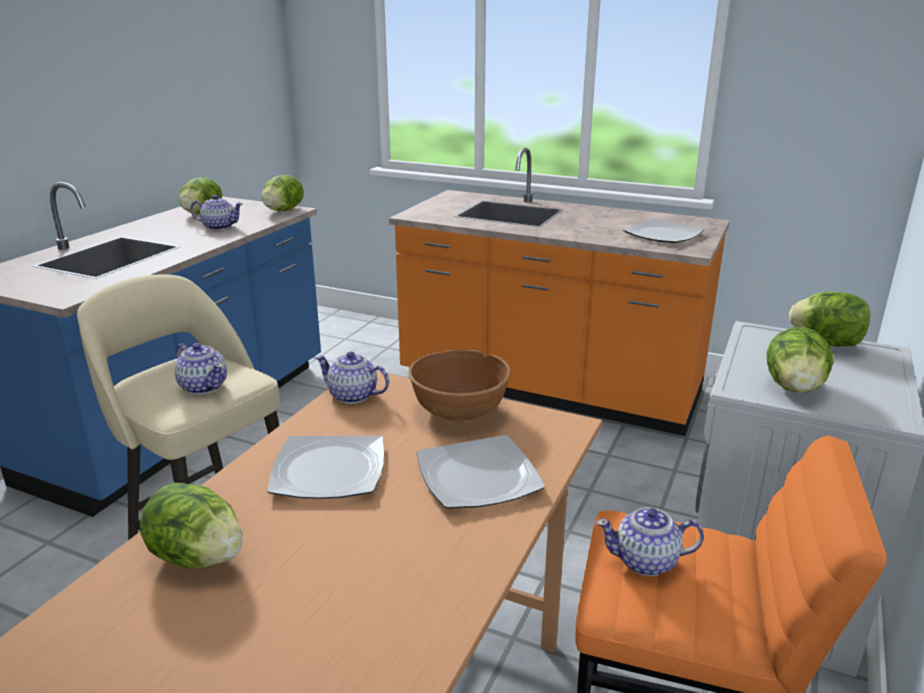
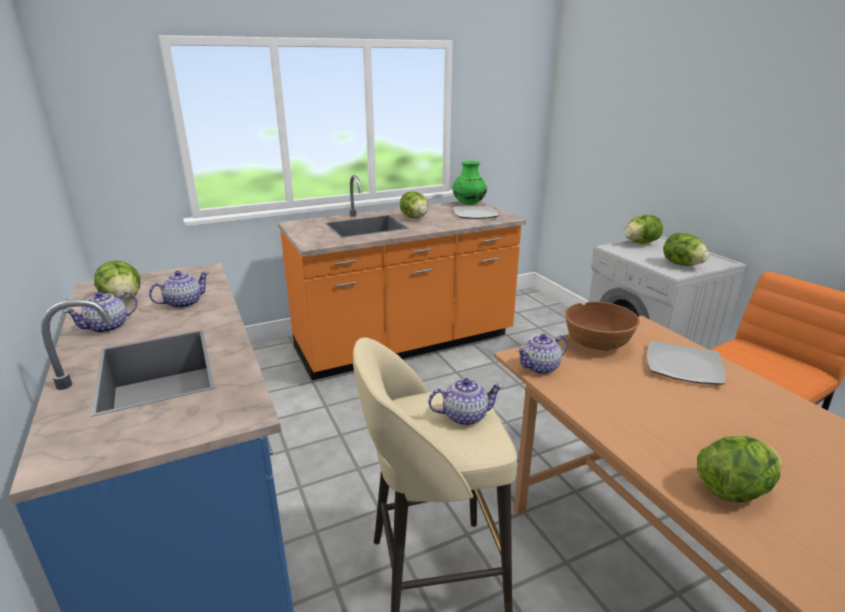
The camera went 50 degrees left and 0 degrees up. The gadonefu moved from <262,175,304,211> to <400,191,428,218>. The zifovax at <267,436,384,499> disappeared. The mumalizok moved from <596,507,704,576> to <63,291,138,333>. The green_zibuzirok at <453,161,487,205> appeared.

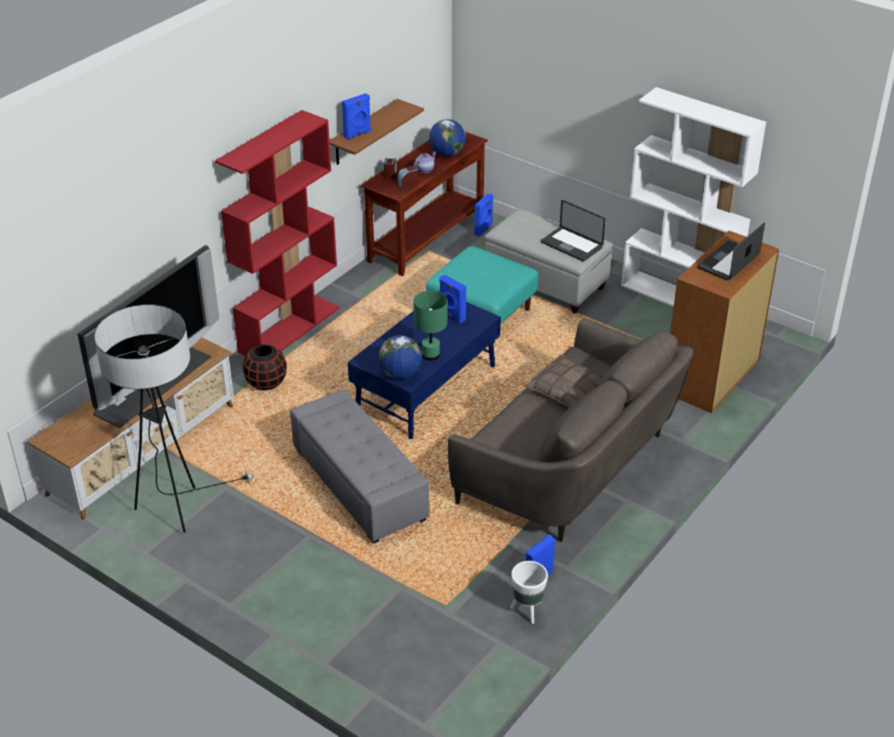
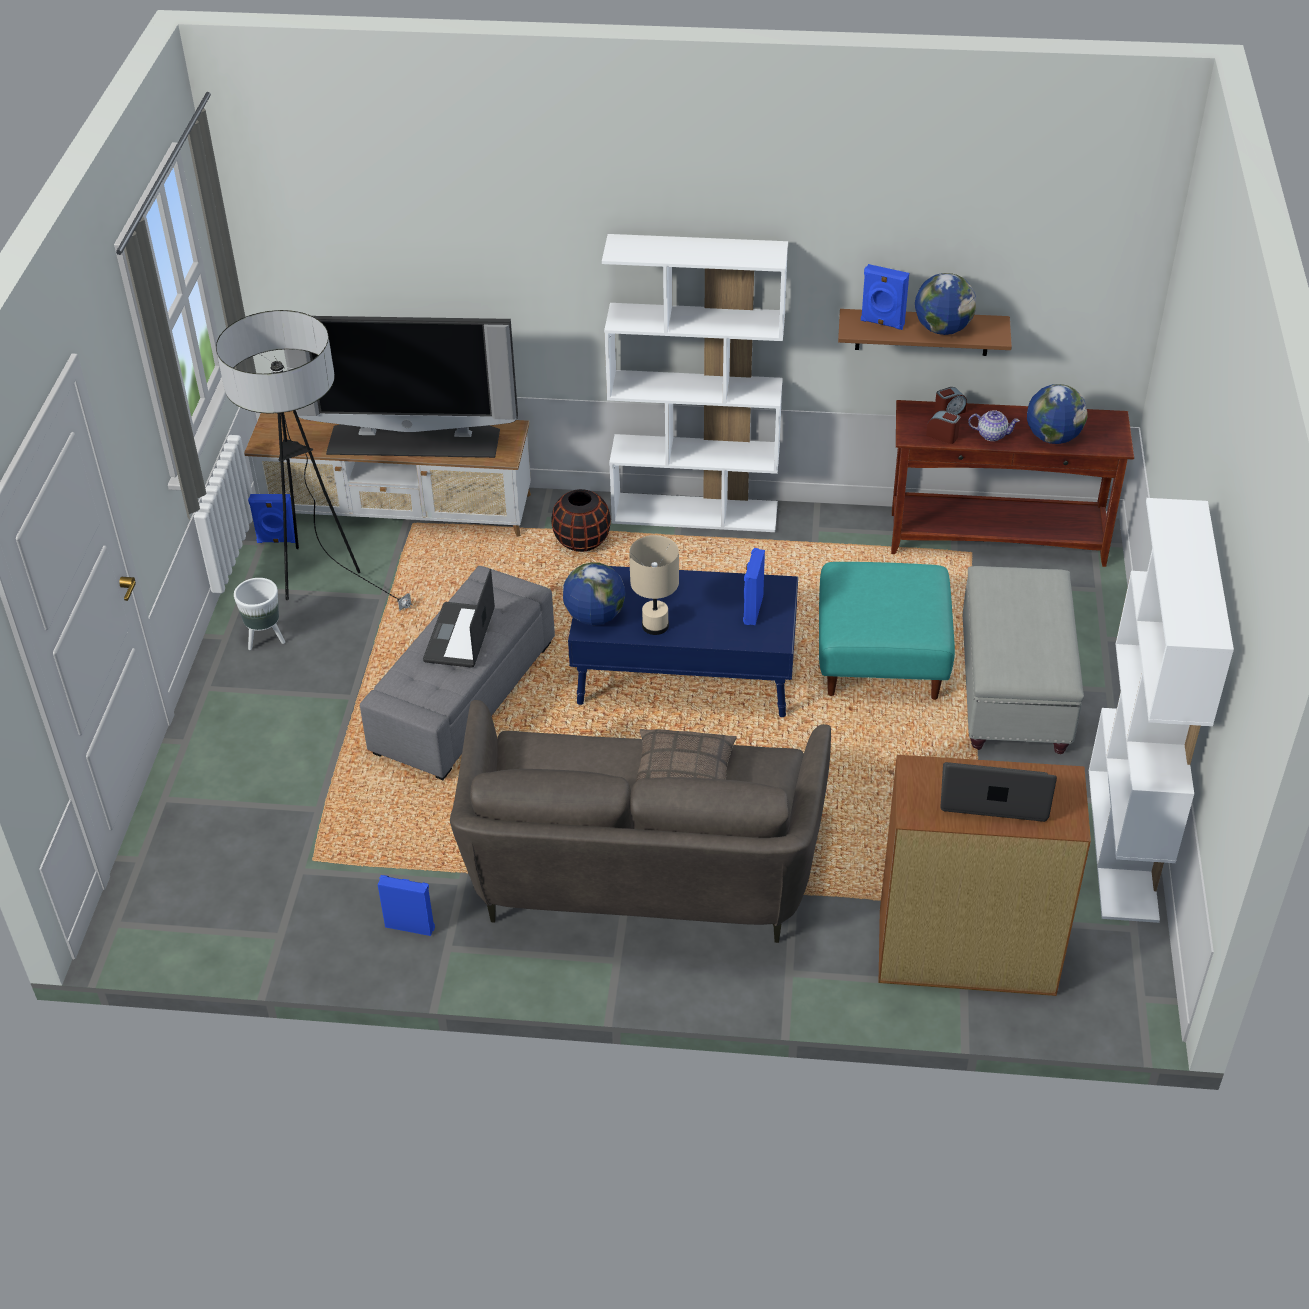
The camera went 60 degrees right and 5 degrees up. The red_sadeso at <215,110,340,356> became the white_sadeso at <602,234,788,532>. The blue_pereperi moved from <474,193,493,237> to <248,494,295,543>. The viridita moved from <541,200,606,261> to <423,569,495,668>. The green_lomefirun at <414,290,447,361> became the beige_lomefirun at <630,535,679,635>. The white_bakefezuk moved from <510,561,548,624> to <234,578,285,650>. The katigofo at <915,273,976,335> appeared.

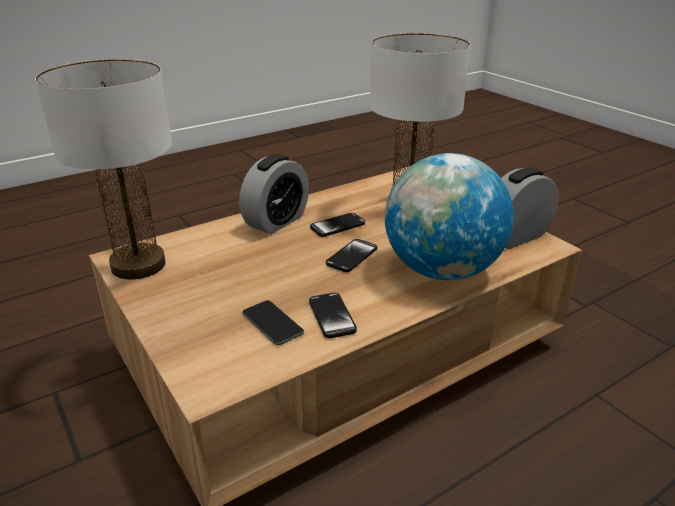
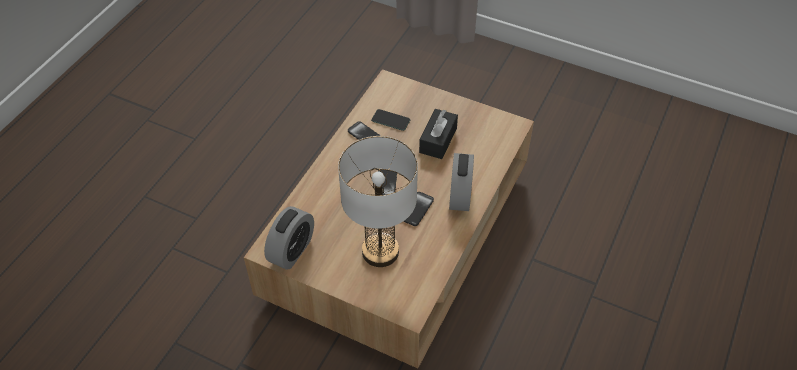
The camera went 150 degrees right and 20 degrees up. The lomefirun at <35,59,172,280> disappeared. The katigofo at <385,153,514,280> disappeared. The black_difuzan at <419,109,458,159> appeared.

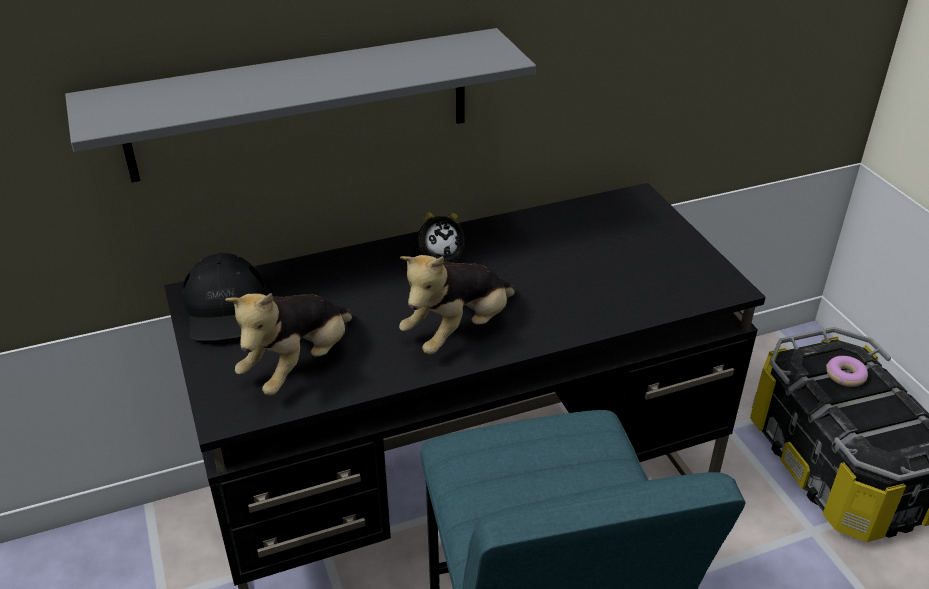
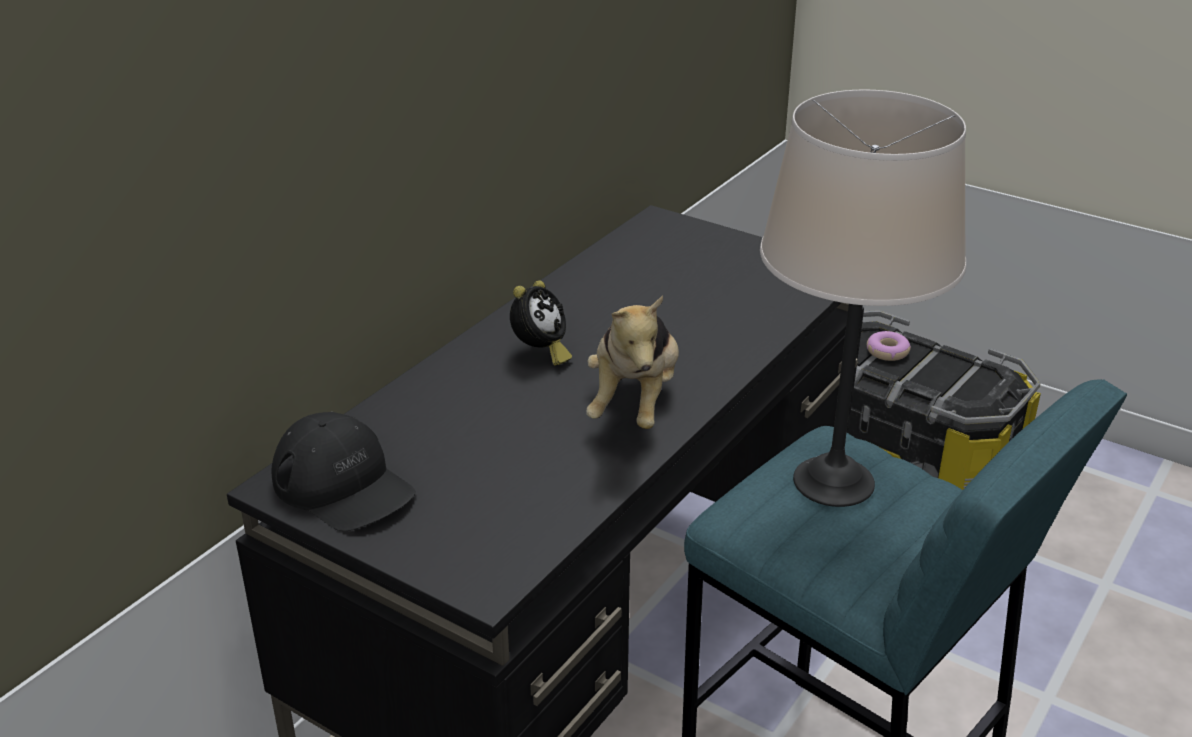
The camera went 35 degrees left and 5 degrees down. The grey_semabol at <65,28,536,182> disappeared. The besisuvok at <225,293,354,395> disappeared. The beige_lomefirun at <760,90,966,507> appeared.

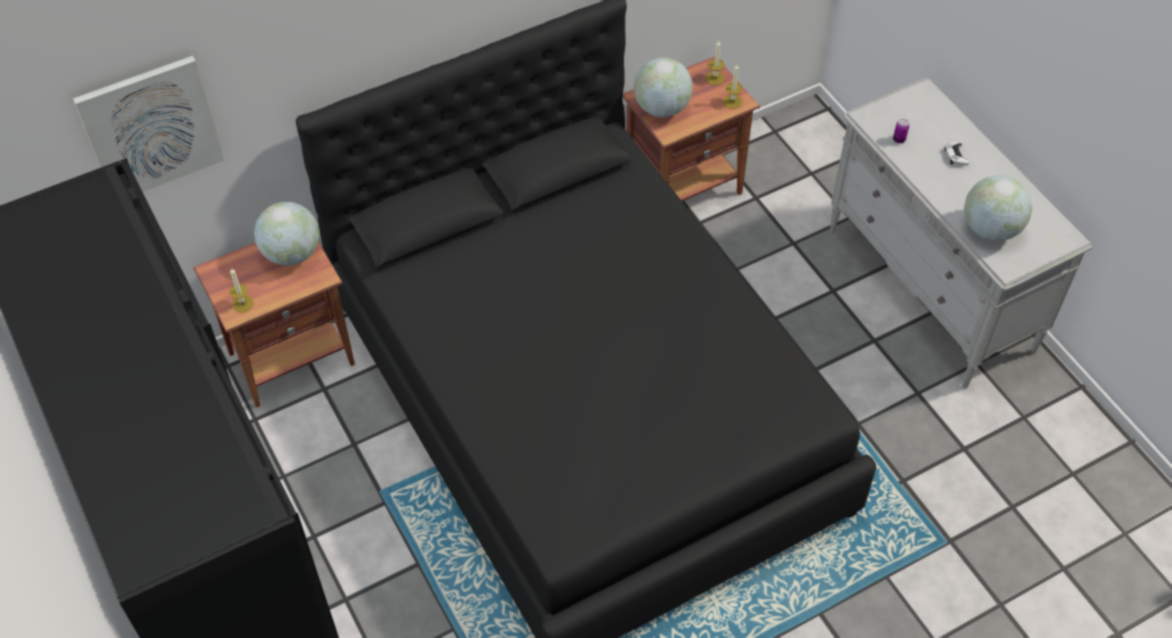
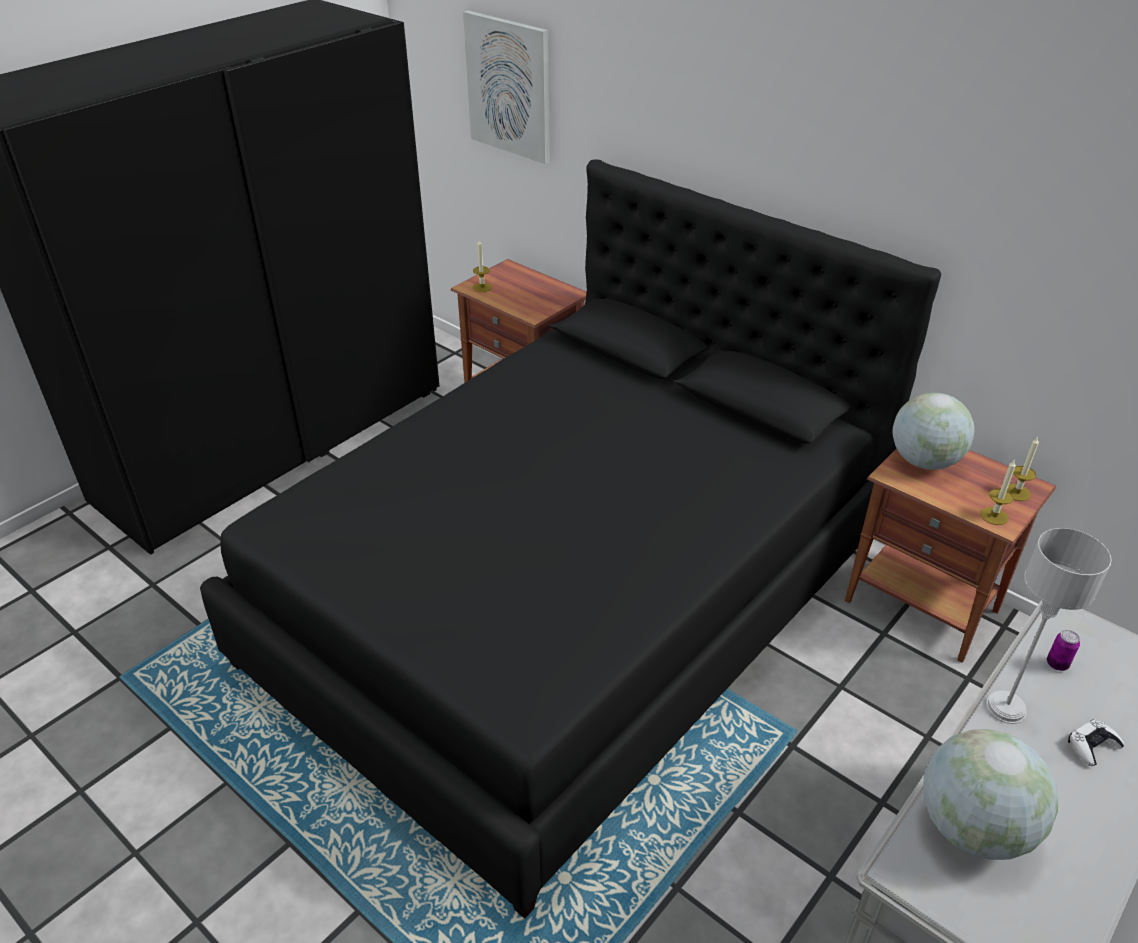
The camera went 70 degrees right and 15 degrees down. The katigofo at <254,202,319,266> disappeared. The grey_lomefirun at <986,528,1112,724> appeared.

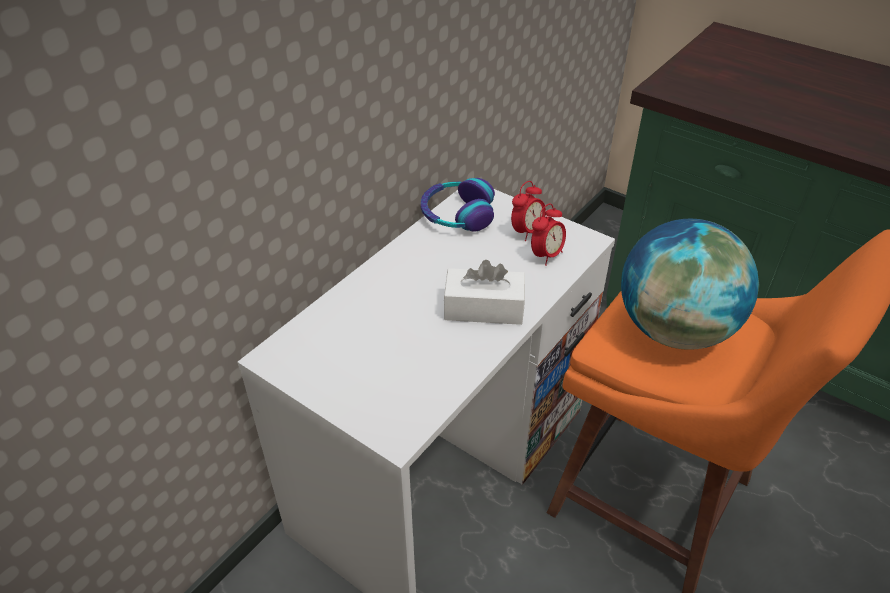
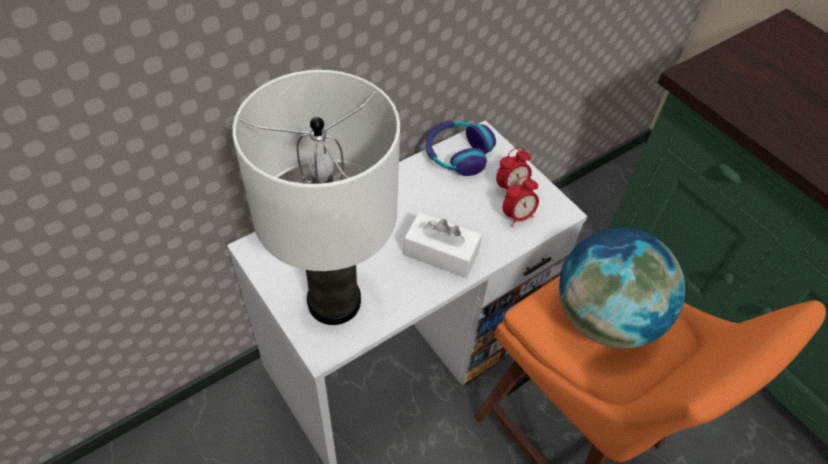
The camera went 15 degrees right and 10 degrees up. The white_lomefirun at <232,70,400,325> appeared.

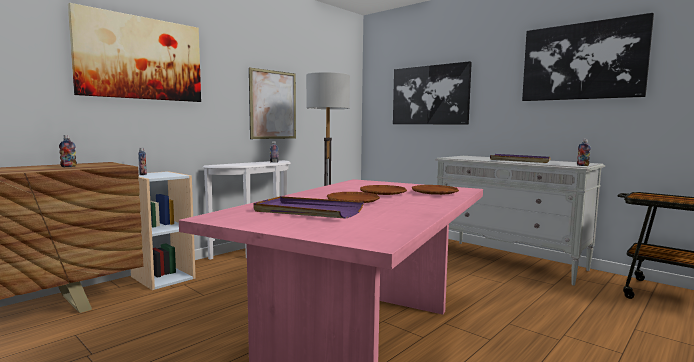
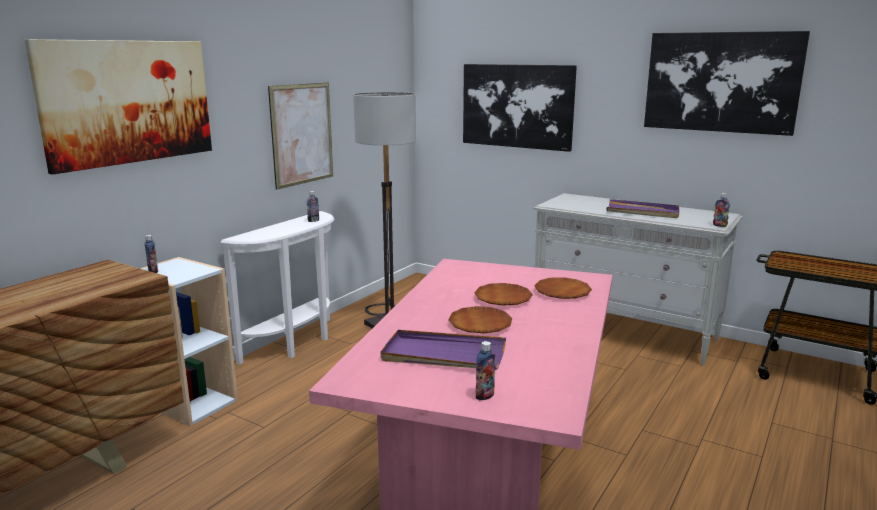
The camera went 10 degrees left and 10 degrees up. The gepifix moved from <59,135,77,167> to <476,341,495,400>.

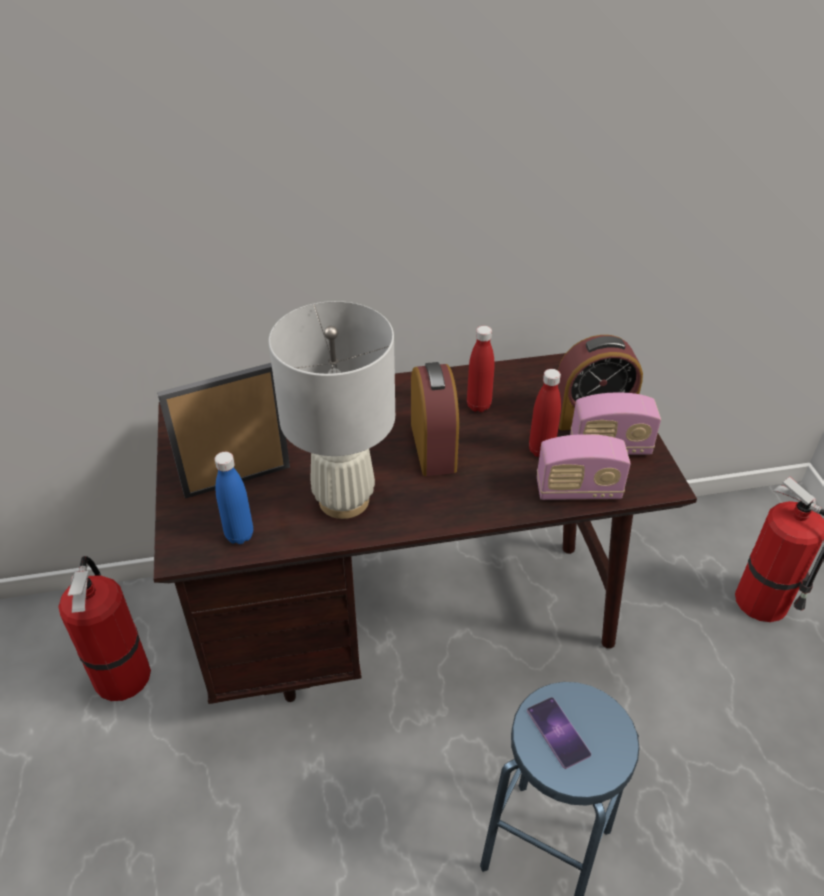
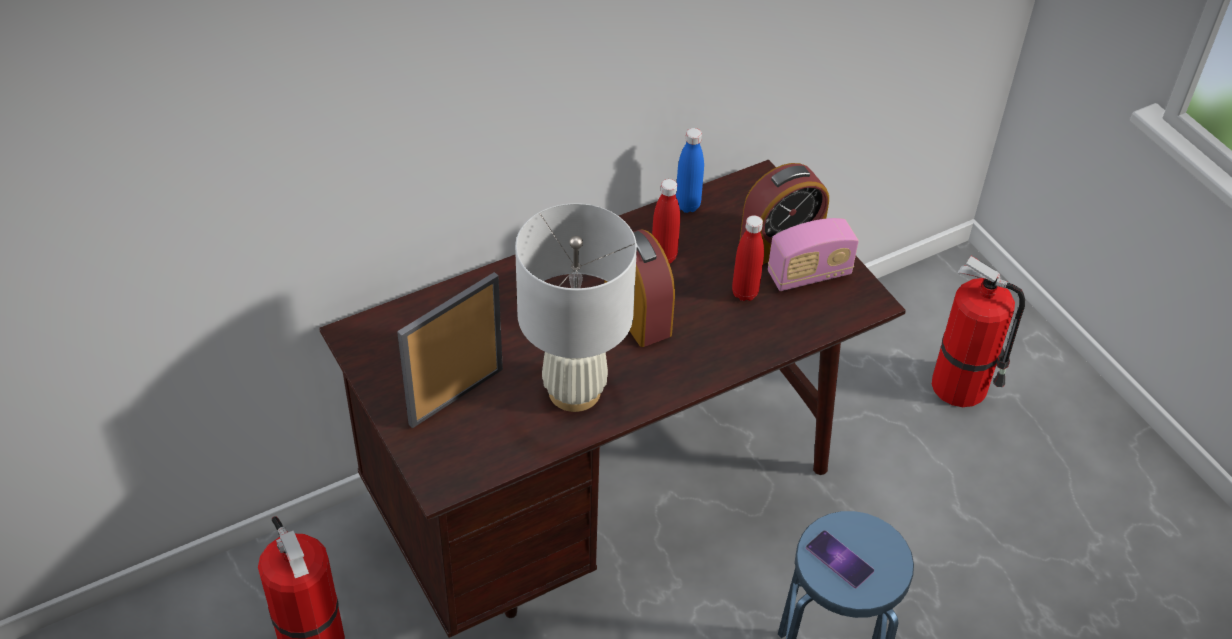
The camera went 20 degrees left and 5 degrees up. The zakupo at <537,434,631,500> disappeared. The blue_gepifix moved from <215,452,253,544> to <676,128,704,213>.

